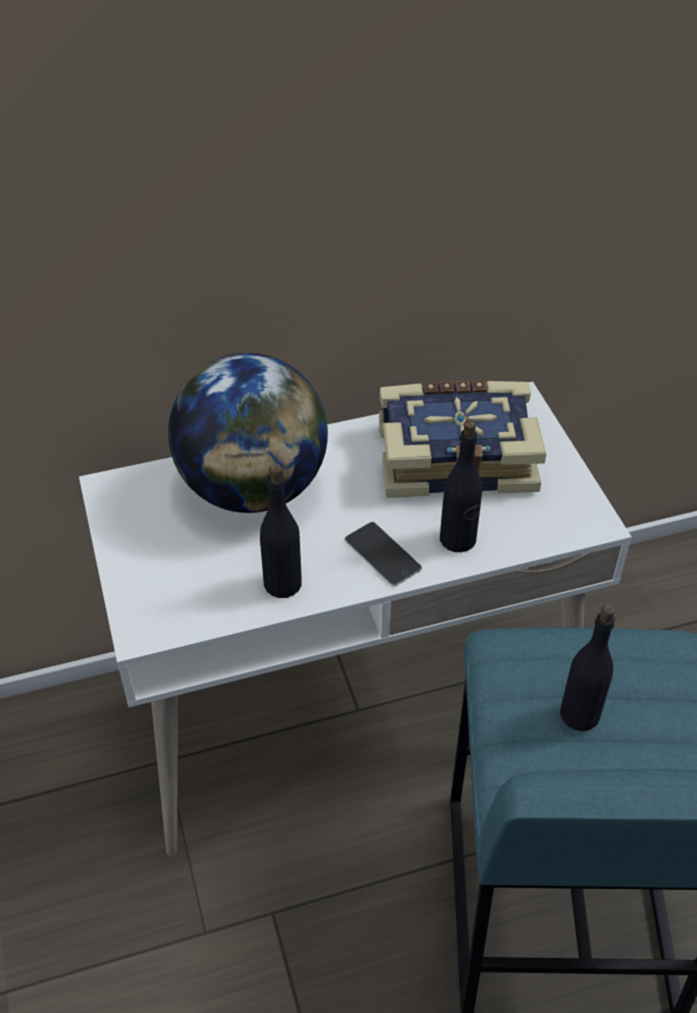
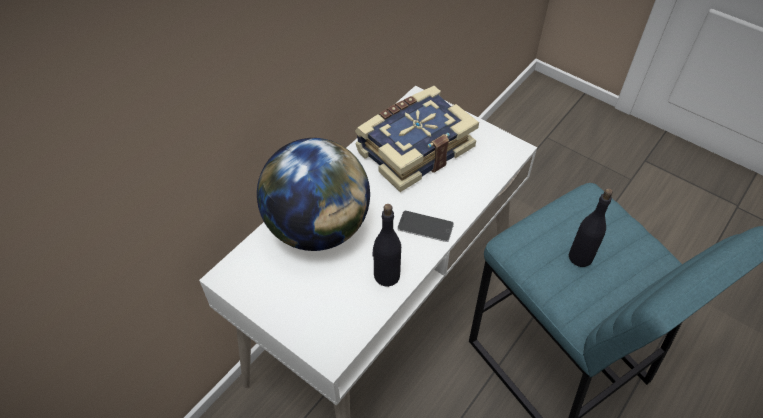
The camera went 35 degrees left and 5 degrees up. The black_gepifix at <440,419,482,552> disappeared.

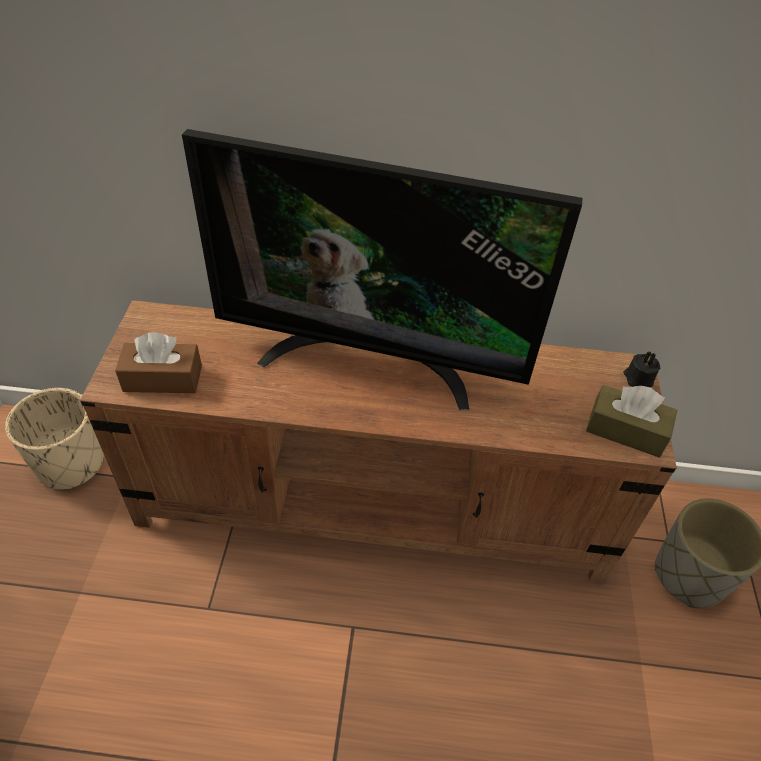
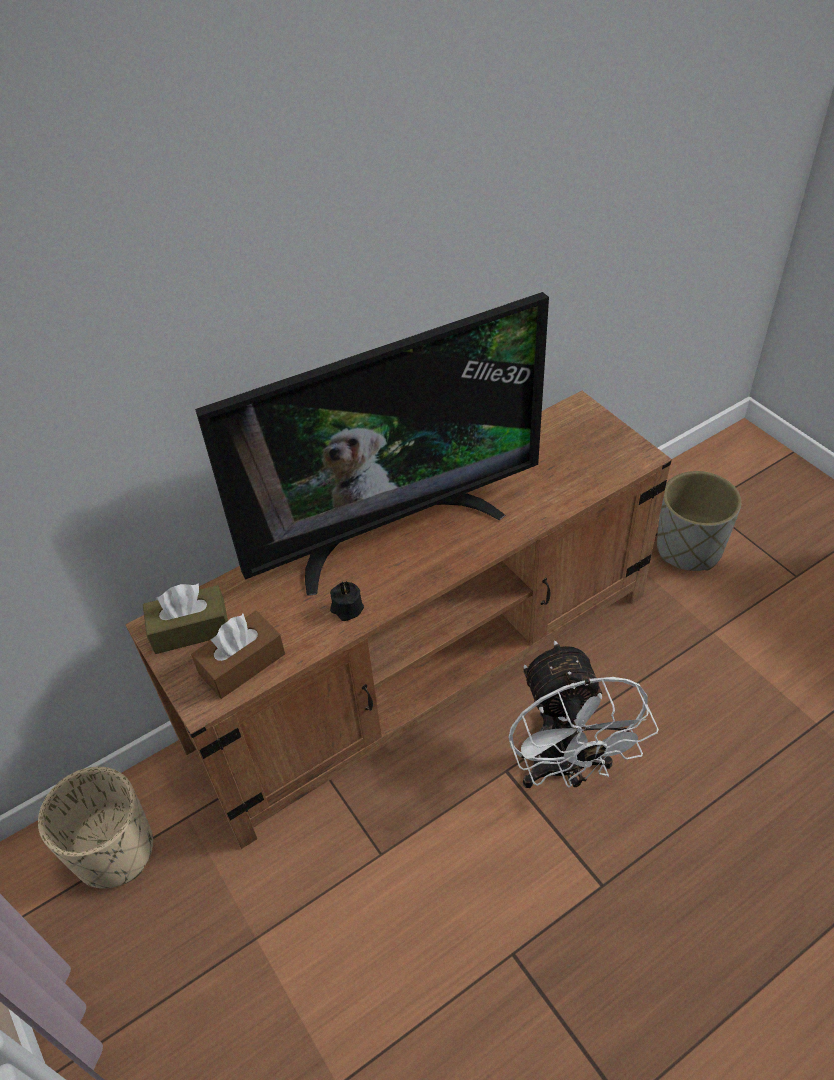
The camera went 35 degrees left and 0 degrees up. The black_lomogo moved from <623,351,660,387> to <330,580,364,621>. The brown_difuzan moved from <586,385,677,458> to <143,583,228,654>. The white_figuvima at <509,641,659,788> appeared.

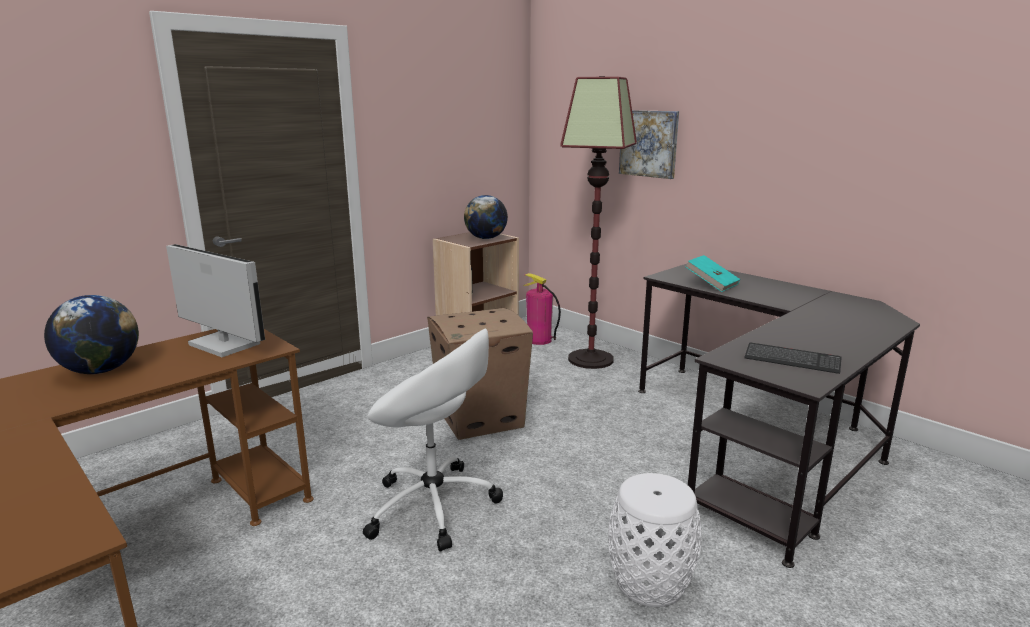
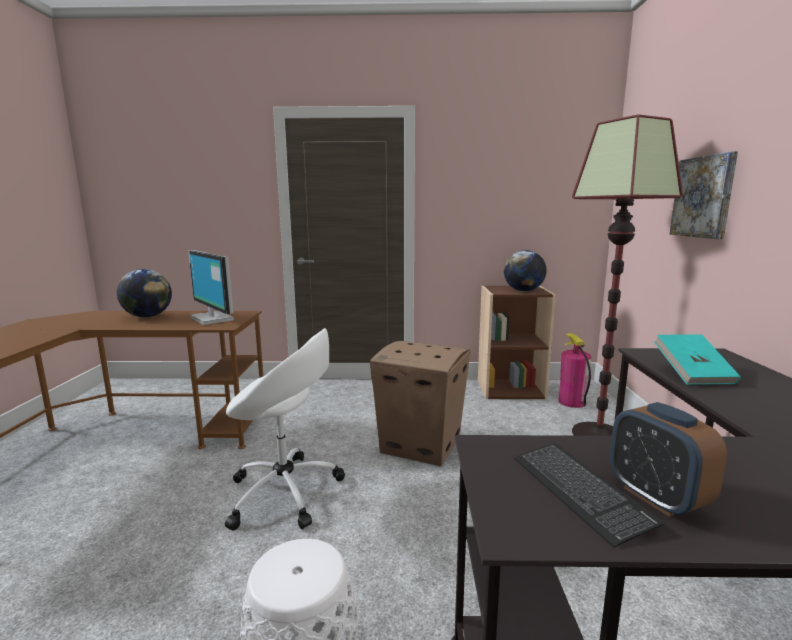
The camera went 45 degrees right and 5 degrees down. The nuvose at <166,244,265,357> turned 150 degrees clockwise. The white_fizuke at <363,328,503,551> turned 60 degrees counterclockwise. The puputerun at <610,402,727,517> appeared.

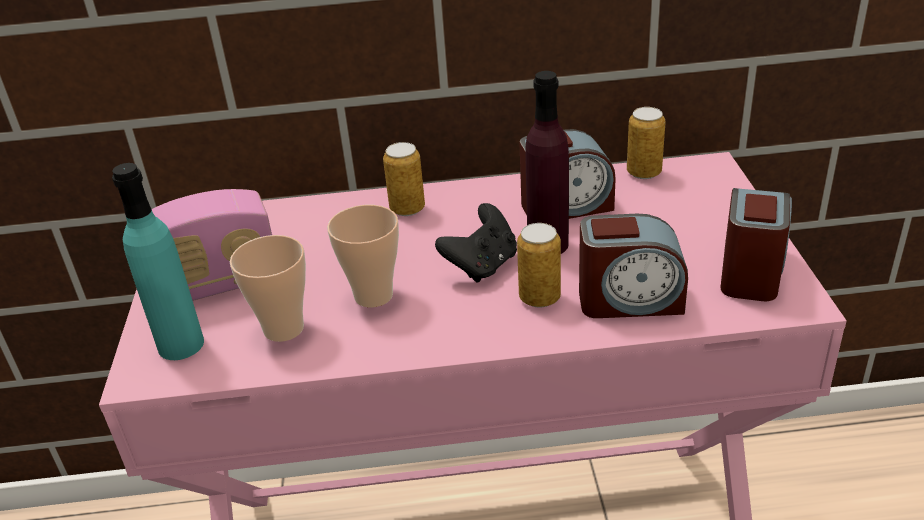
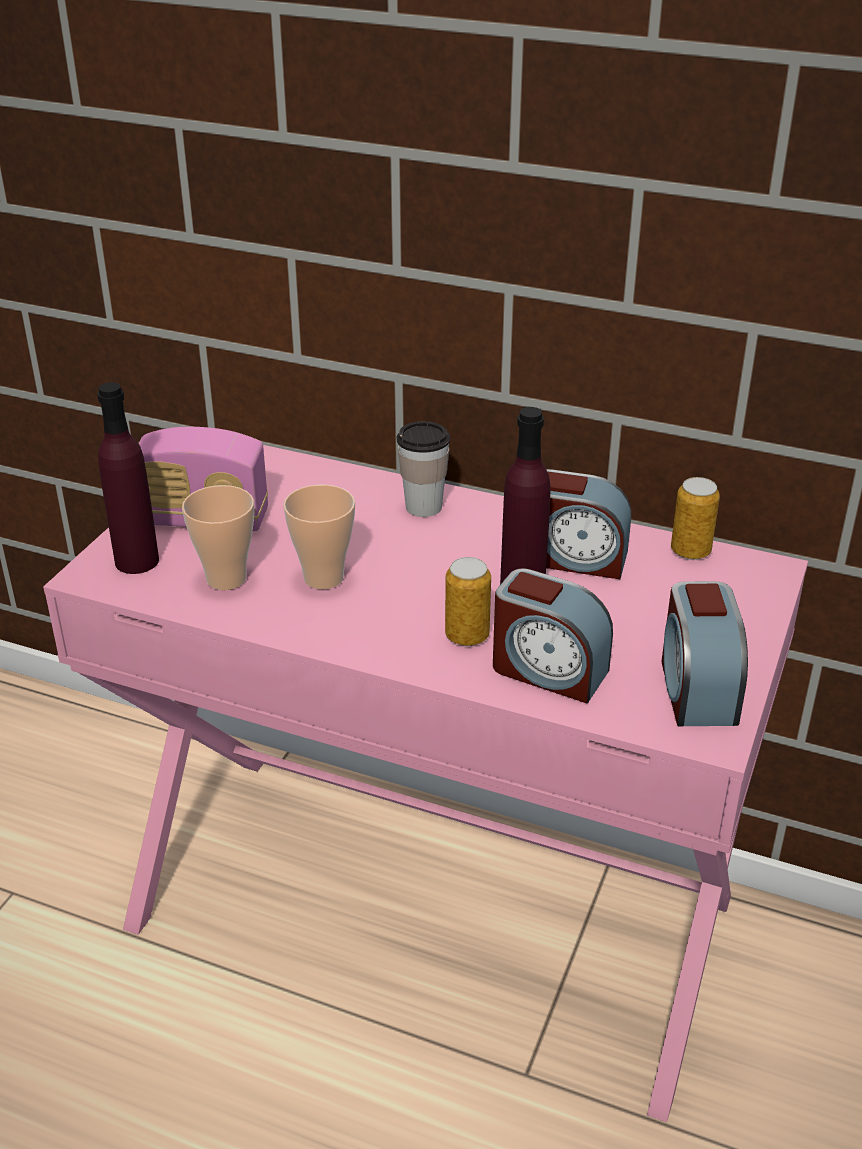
The camera went 25 degrees right and 0 degrees up. The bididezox at <383,142,425,216> was replaced by the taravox at <397,421,450,517>. The turquoise_gepifix at <112,163,204,360> became the purple_gepifix at <97,382,159,574>. The puputerun at <721,188,792,301> turned 135 degrees clockwise. The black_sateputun at <435,203,517,283> disappeared.

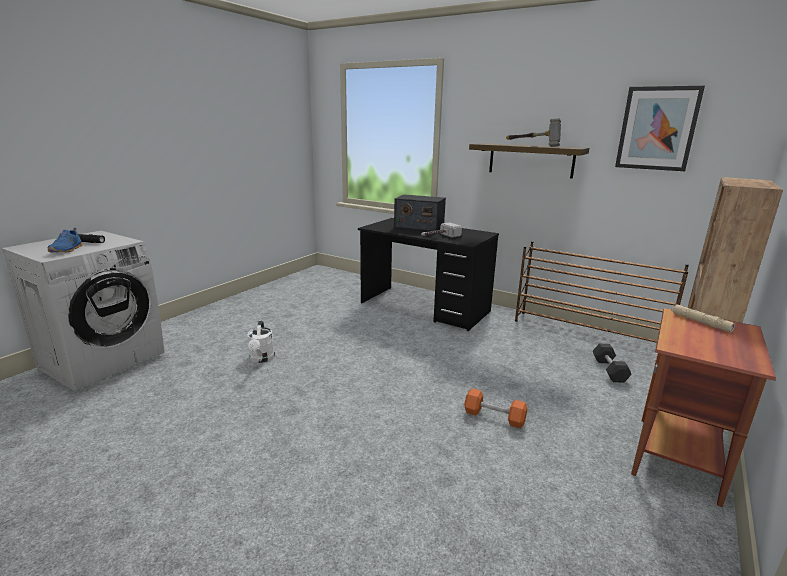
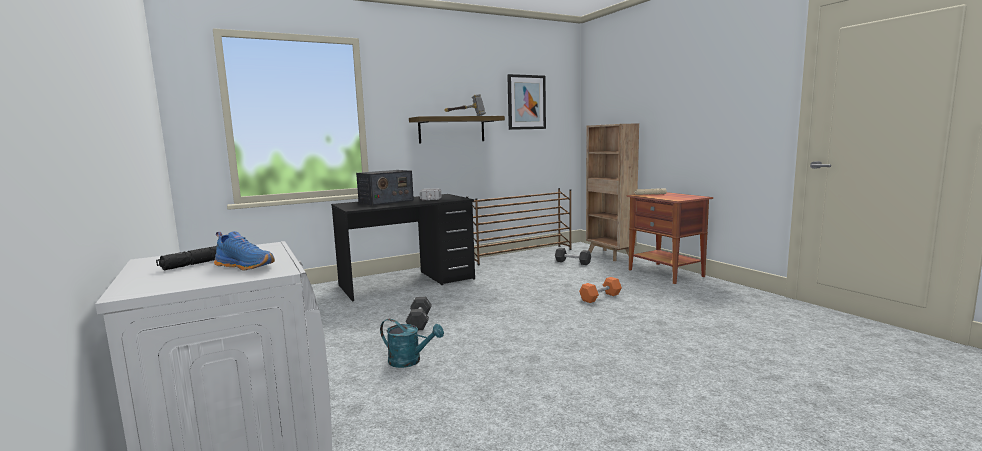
The camera went 60 degrees left and 10 degrees down. The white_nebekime at <247,321,275,363> became the turquoise_nebekime at <380,319,444,368>. The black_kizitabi at <406,297,432,330> appeared.

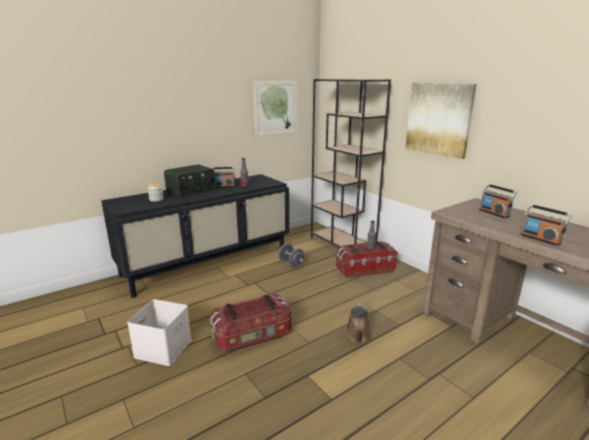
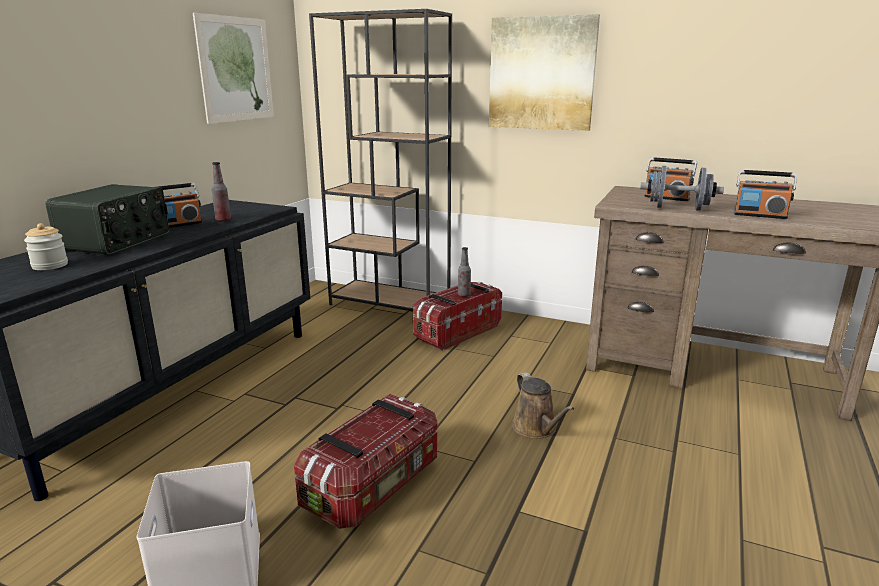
The camera went 30 degrees left and 0 degrees up. The grey_kizitabi moved from <278,243,305,267> to <640,166,724,211>.

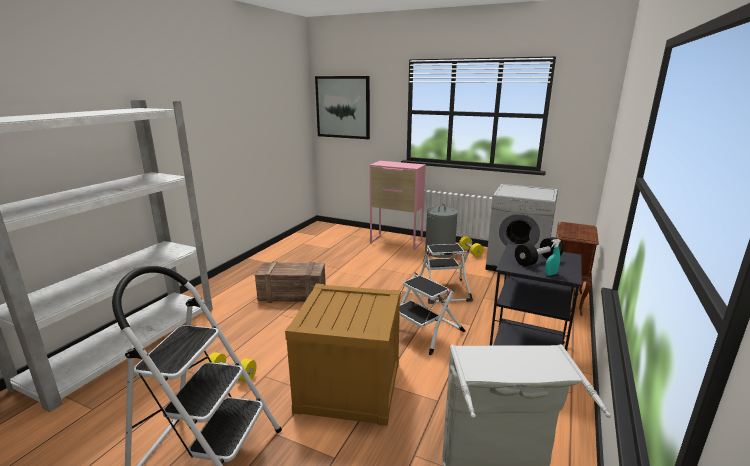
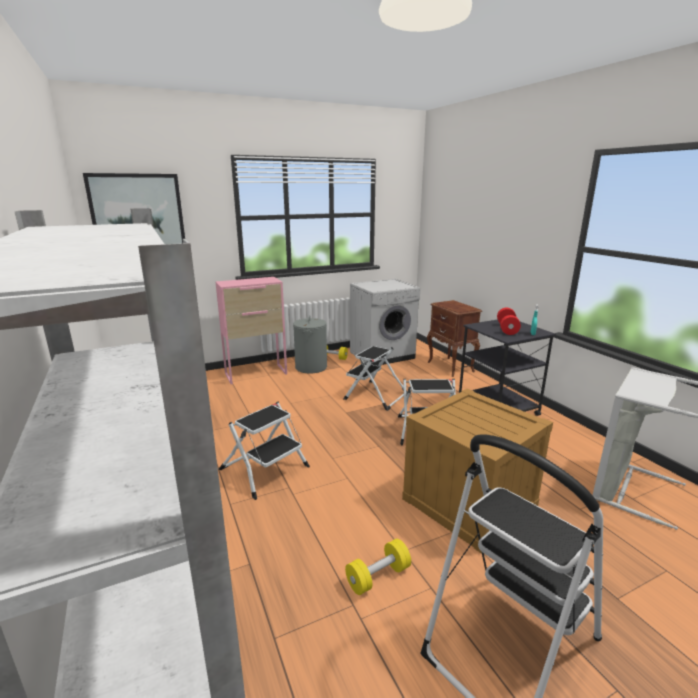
The camera went 50 degrees left and 0 degrees up. The black_kizitabi at <515,237,563,266> became the red_kizitabi at <497,308,521,335>. The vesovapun at <255,261,326,303> was replaced by the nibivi at <219,402,310,500>.

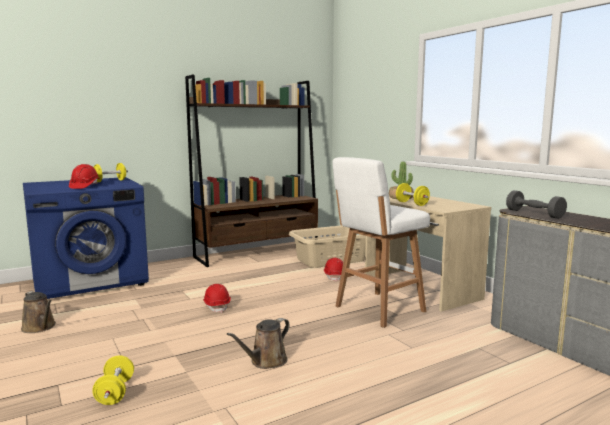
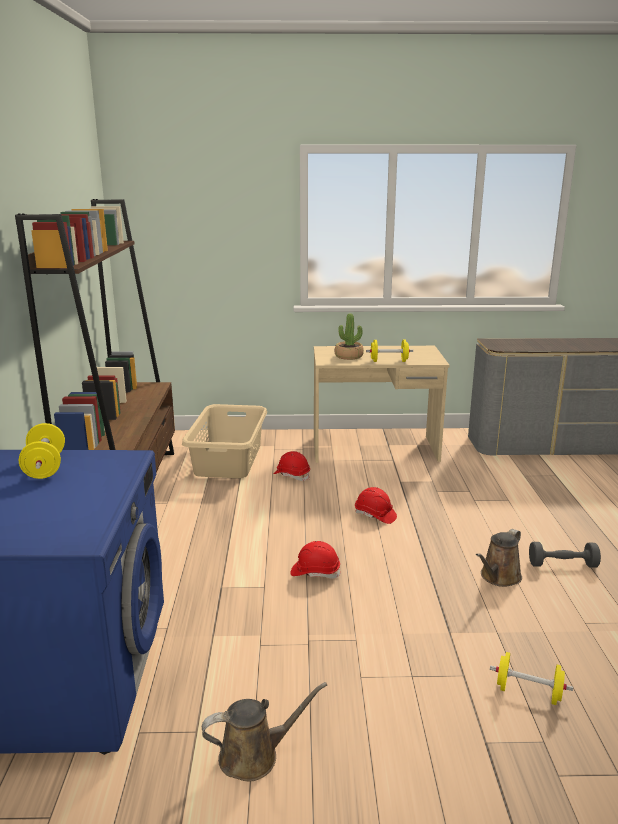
The camera went 60 degrees left and 10 degrees up. The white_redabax at <333,157,430,328> disappeared. The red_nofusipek moved from <69,164,100,189> to <355,487,397,524>. The grey_kizitabi moved from <506,190,567,219> to <529,542,601,568>. The brown_nebekime at <227,318,290,369> turned 60 degrees clockwise.

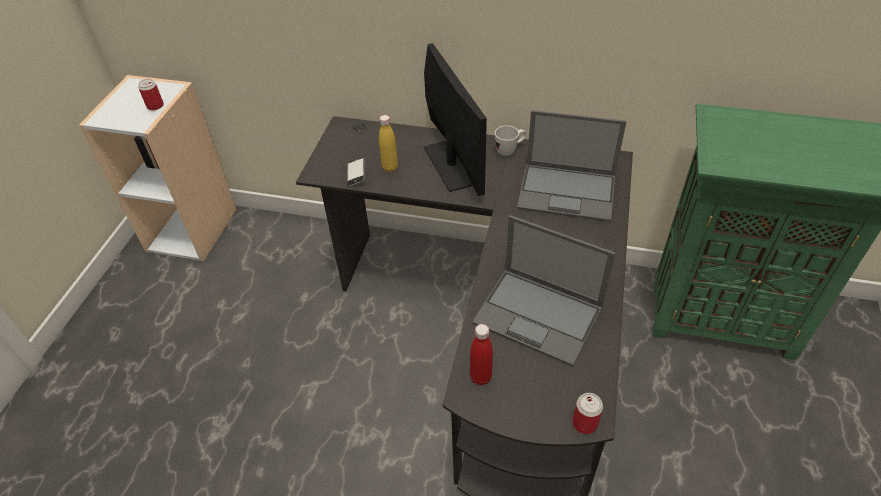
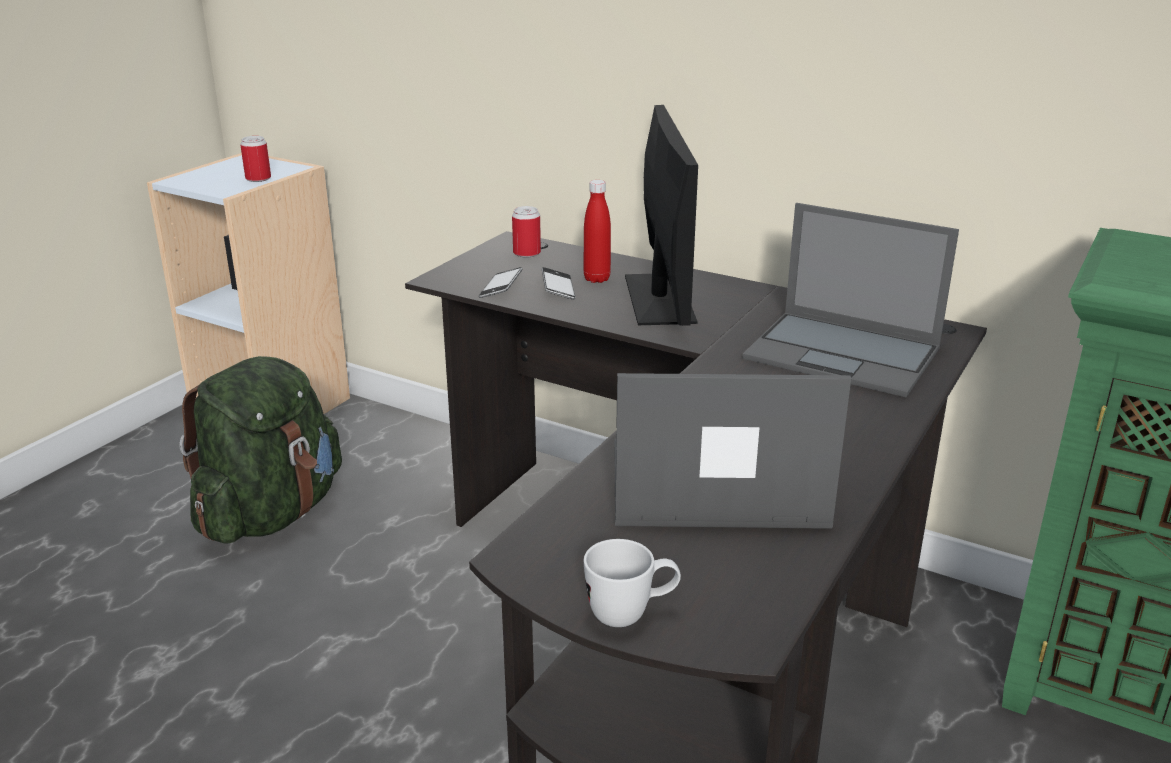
The camera went 15 degrees right and 20 degrees down. The yellow_gepifix at <379,115,398,172> was replaced by the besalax at <542,267,576,300>. The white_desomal moved from <495,125,526,156> to <584,539,681,627>. The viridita at <472,215,615,367> turned 135 degrees clockwise. The red_gepifix moved from <470,324,493,385> to <584,180,611,283>. The bididezox moved from <572,393,603,434> to <512,206,541,257>. The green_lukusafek at <179,356,342,544> appeared.

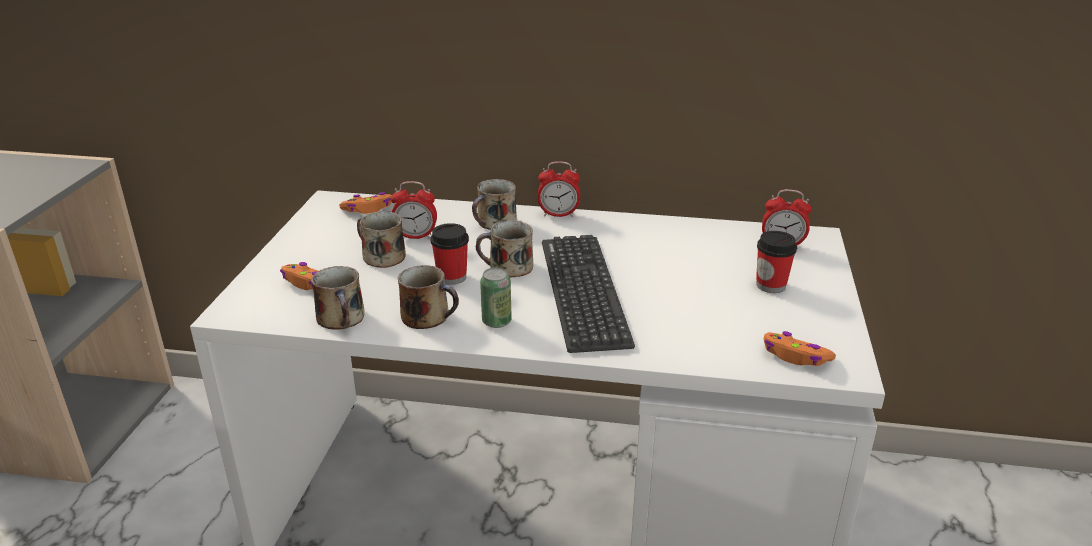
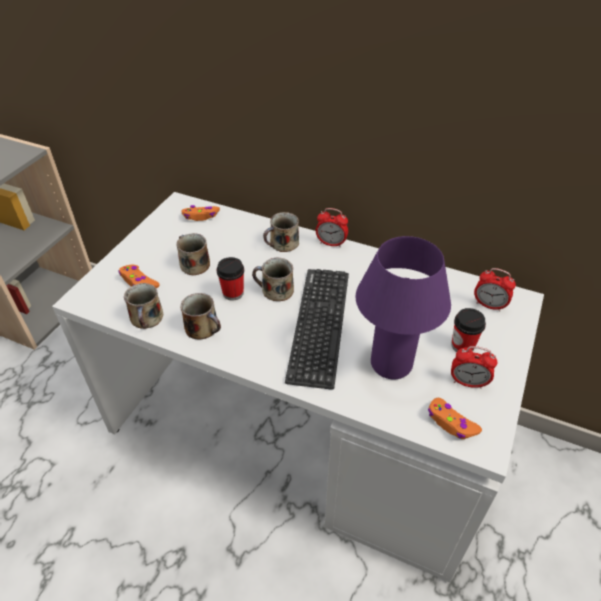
The camera went 15 degrees right and 15 degrees up. The puputerun moved from <391,181,437,239> to <451,346,497,389>. The bididezox at <480,268,512,328> disappeared. The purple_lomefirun at <356,236,451,379> appeared.

